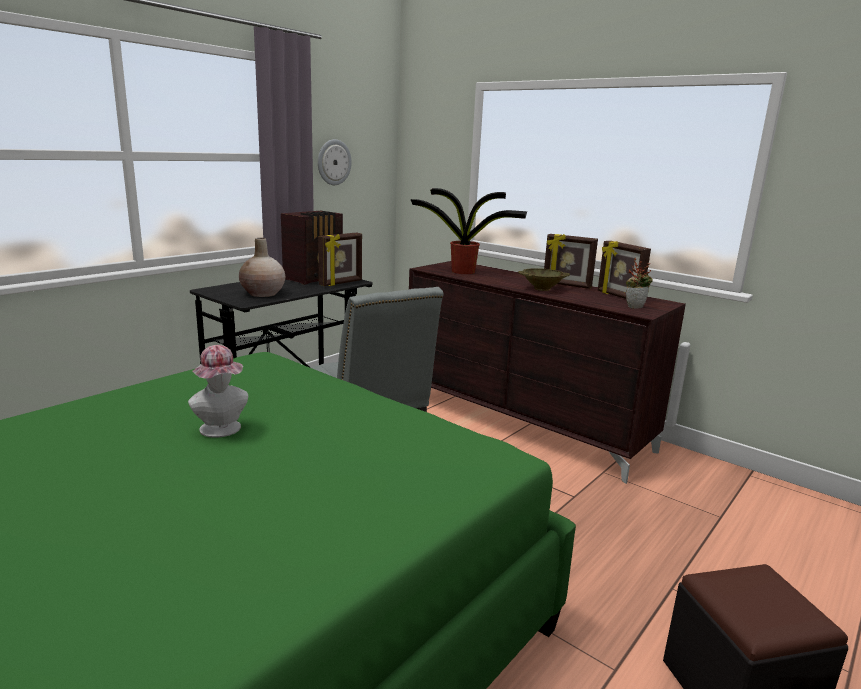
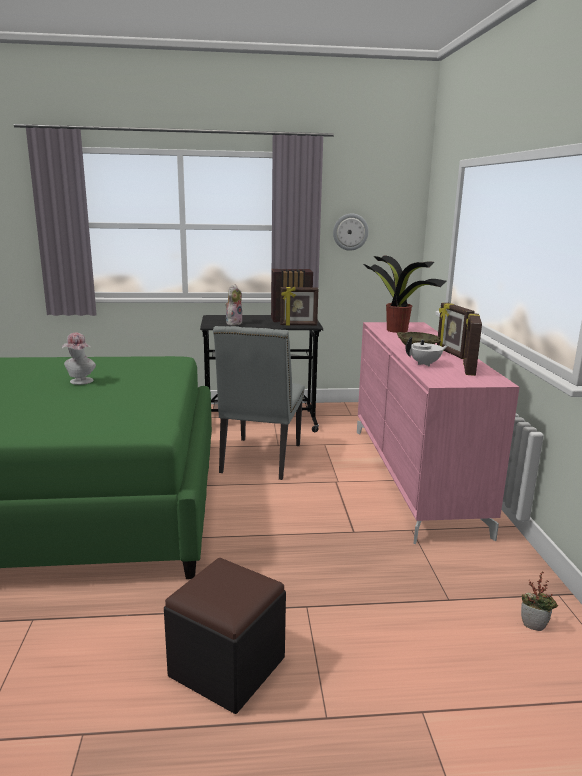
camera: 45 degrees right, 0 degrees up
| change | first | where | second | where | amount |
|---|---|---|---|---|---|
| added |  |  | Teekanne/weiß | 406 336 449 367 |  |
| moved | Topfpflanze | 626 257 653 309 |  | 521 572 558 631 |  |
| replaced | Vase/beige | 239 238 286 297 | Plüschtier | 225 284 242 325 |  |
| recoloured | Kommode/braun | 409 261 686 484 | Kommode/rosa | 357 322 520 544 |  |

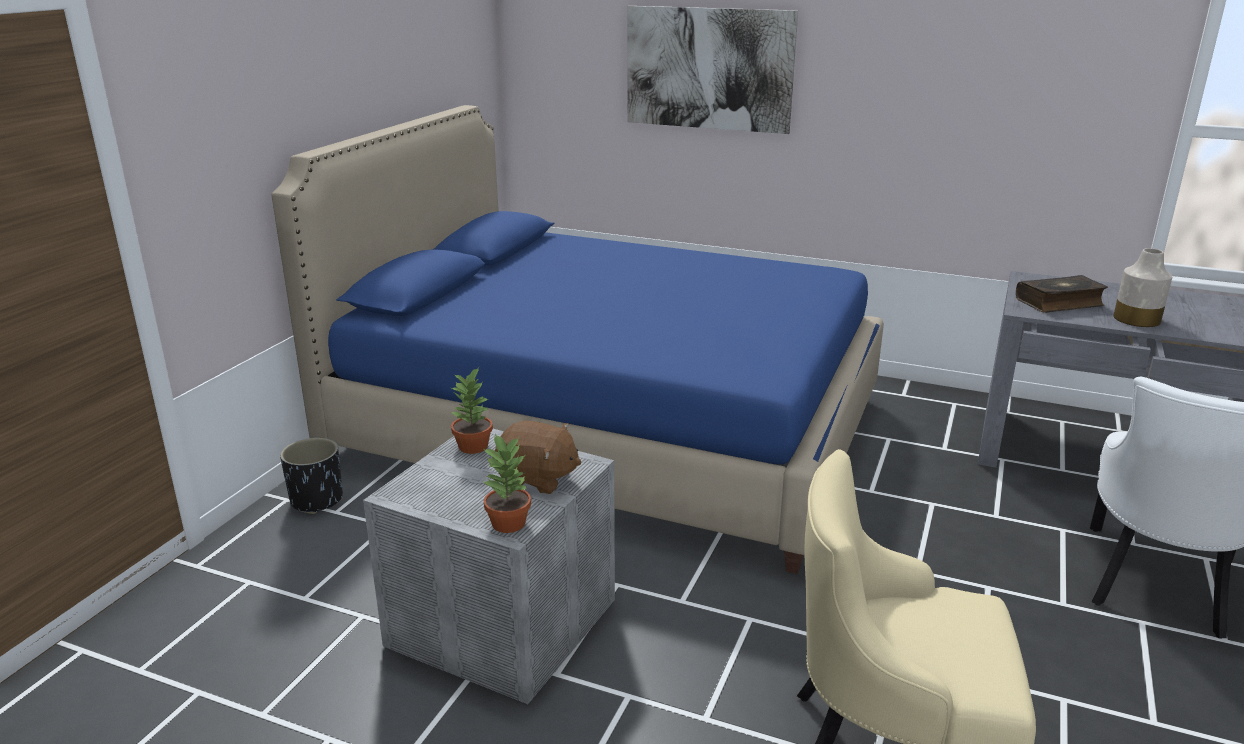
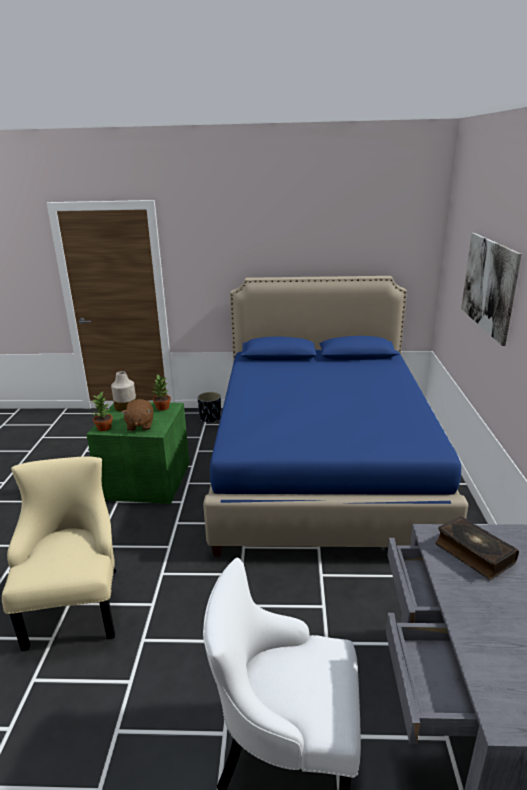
camera: 70 degrees right, 0 degrees up
| change | first | where | second | where | amount |
|---|---|---|---|---|---|
| moved | Vase/beige | 1113 248 1172 327 |  | 111 371 136 411 |  |
| recoloured | Aufbewahrungsbox/grau | 363 429 615 704 | Aufbewahrungsbox/grün | 86 402 189 504 |  |

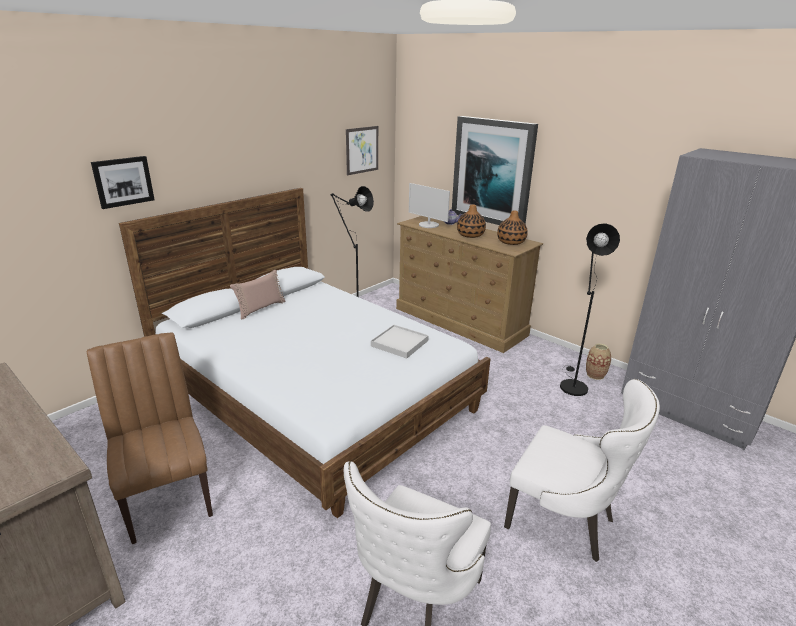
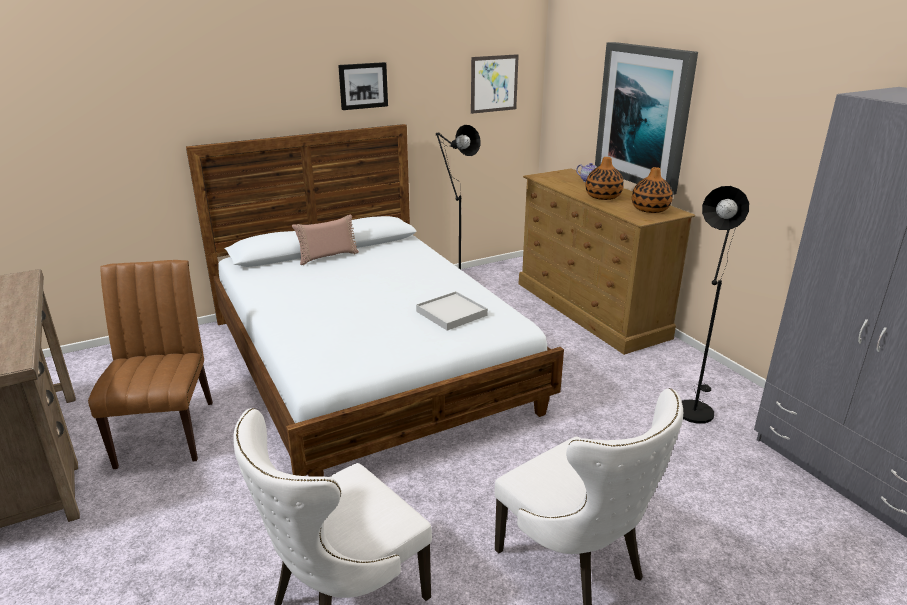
camera: 20 degrees right, 0 degrees up
| change | first | where | second | where | amount |
|---|---|---|---|---|---|
| removed | Monitor | 409 183 450 228 |  |  |  |
| removed | Vase | 586 343 611 380 |  |  |  |
| moved | Bild | 91 156 155 209 |  | 338 62 388 110 |  |

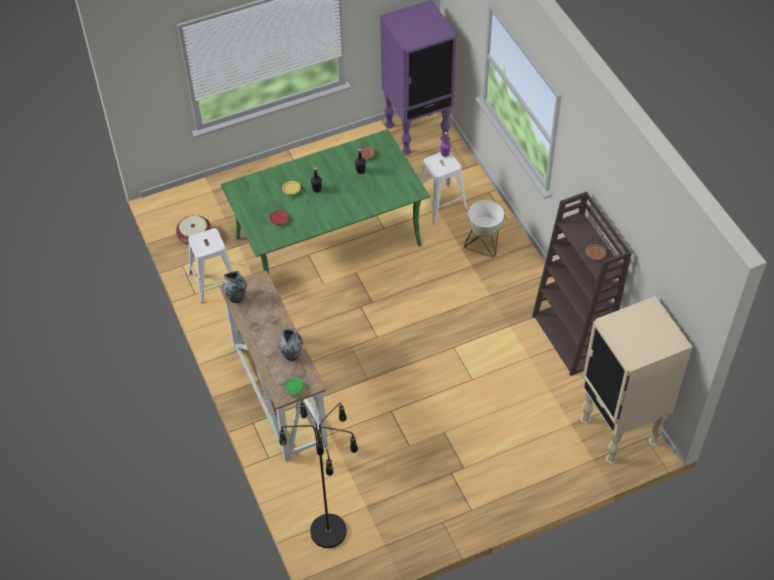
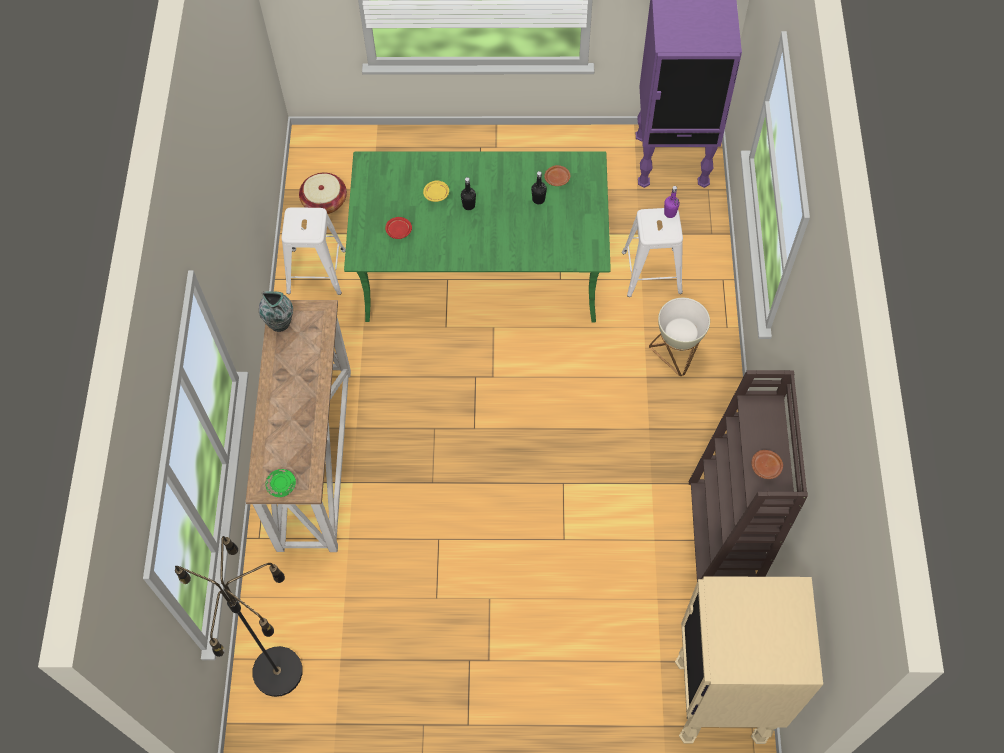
camera: 25 degrees right, 10 degrees up
| change | first | where | second | where | amount |
|---|---|---|---|---|---|
| removed | Vase | 278 328 303 361 |  |  |  |

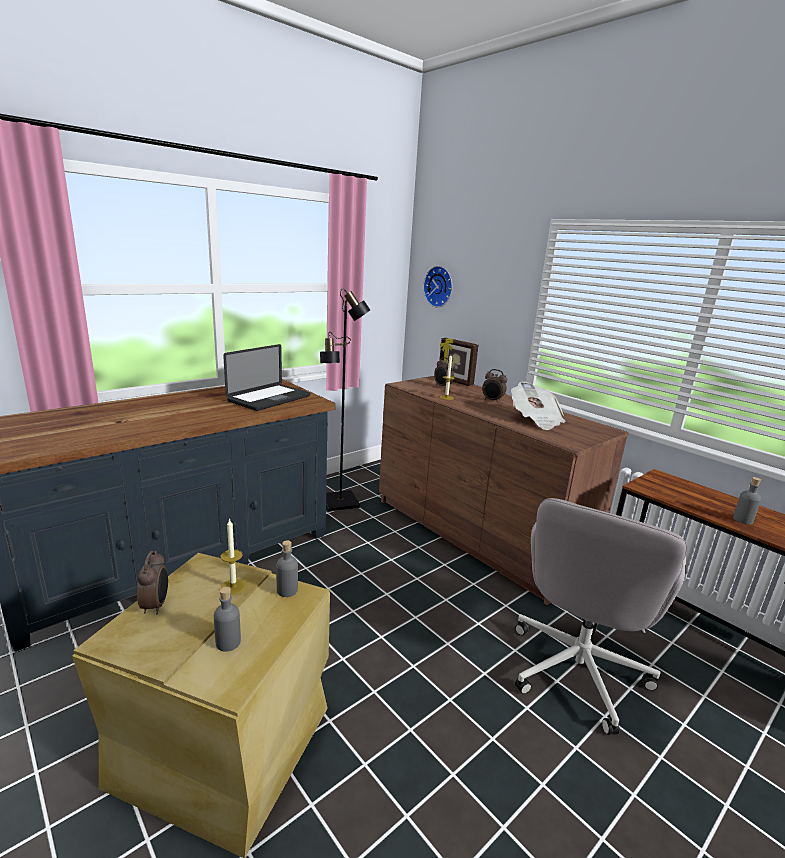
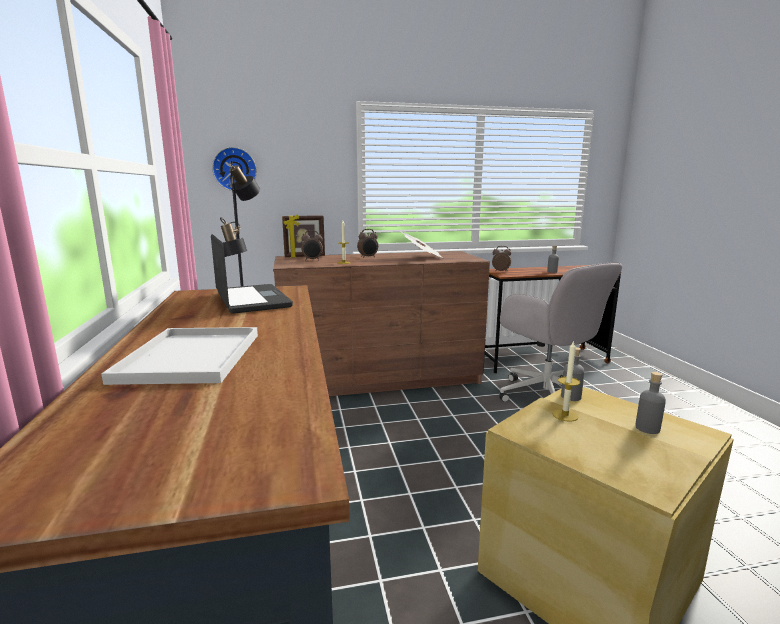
camera: 60 degrees left, 5 degrees down
| change | first | where | second | where | amount |
|---|---|---|---|---|---|
| added |  |  | Tablett/weiß | 101 327 258 385 |  |
| moved | Wecker | 137 551 168 614 |  | 492 246 511 272 |  |

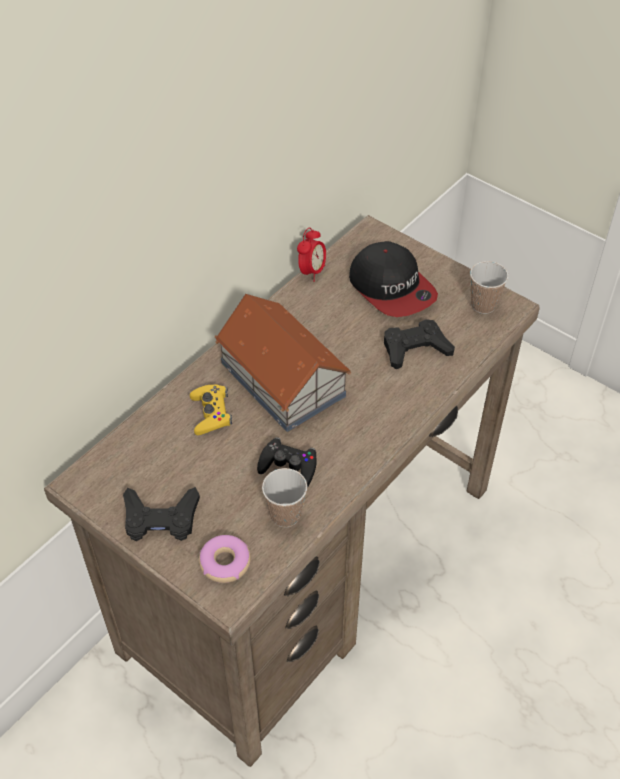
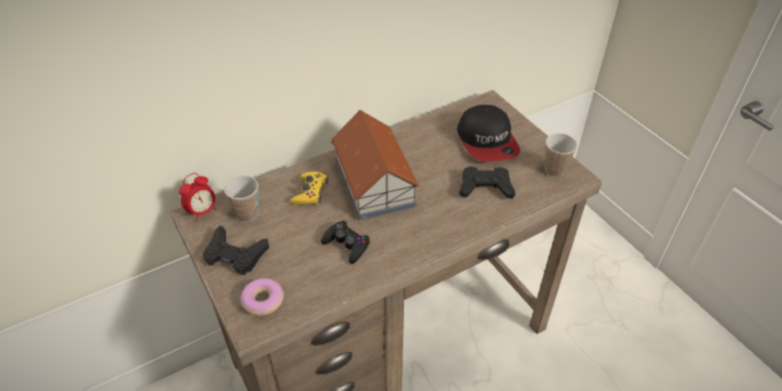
camera: 20 degrees right, 5 degrees down
| change | first | where | second | where | amount |
|---|---|---|---|---|---|
| moved | Tasse | 262 468 307 527 |  | 224 176 259 222 |  |
| moved | Wecker | 297 227 326 282 |  | 179 173 217 221 |  |

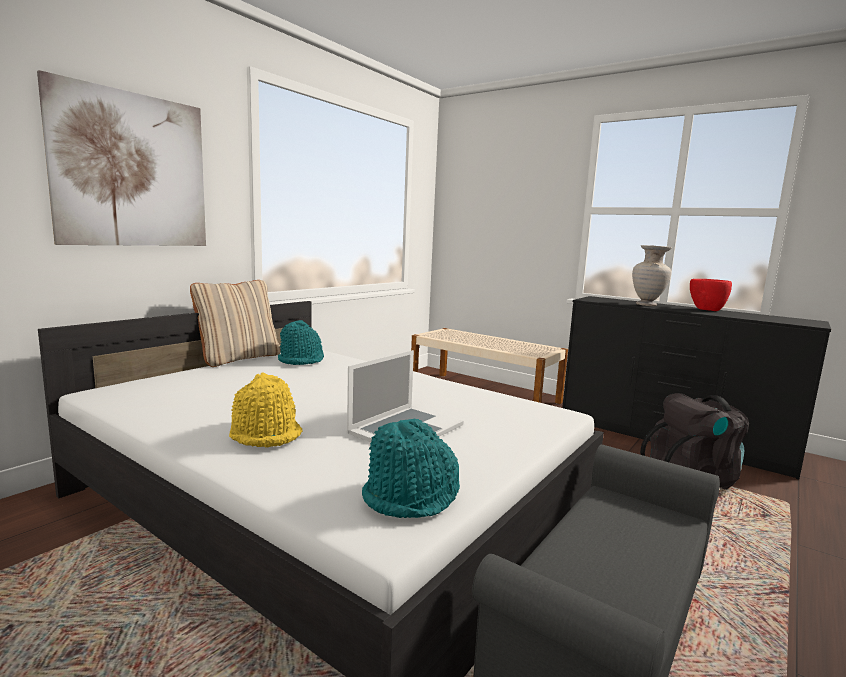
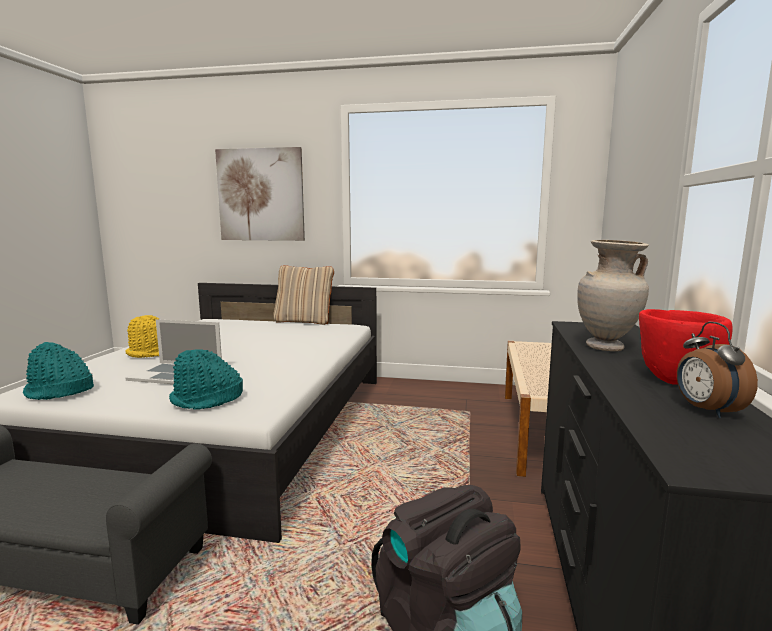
camera: 65 degrees right, 0 degrees up
| change | first | where | second | where | amount |
|---|---|---|---|---|---|
| added |  |  | Wecker | 677 322 758 418 |  |
| moved | Hut/türkis | 278 320 324 365 |  | 169 349 243 409 |  |

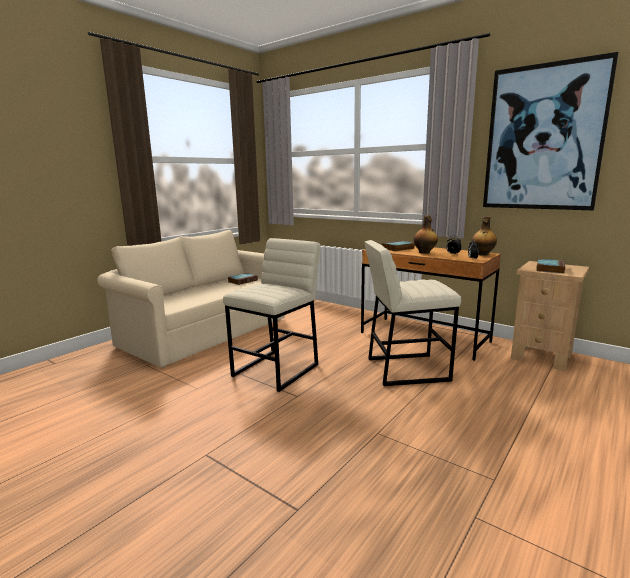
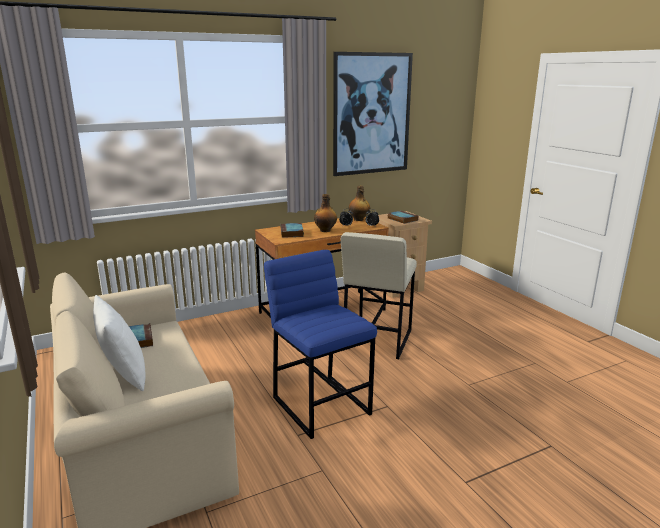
camera: 65 degrees left, 5 degrees up
| change | first | where | second | where | amount |
|---|---|---|---|---|---|
| added |  |  | Kissen/weiß | 93 295 145 391 |  |
| recoloured | Stuhl/beige | 223 238 320 392 | Stuhl/blau | 264 250 377 439 |  |

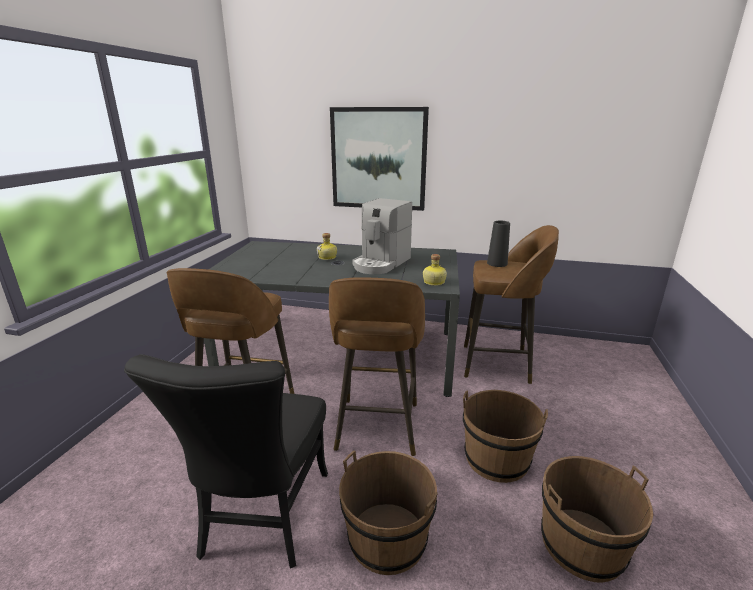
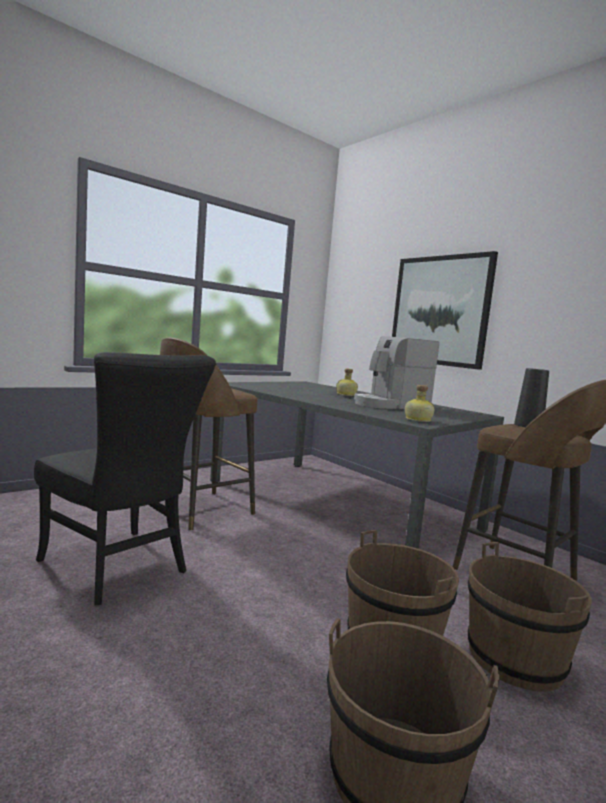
camera: 35 degrees right, 15 degrees down
| change | first | where | second | where | amount |
|---|---|---|---|---|---|
| removed | Hocker/braun | 329 277 425 456 |  |  |  |
| moved | Eimer/braun | 339 450 438 575 |  | 468 542 591 692 |  |
| turned | Stuhl/schwarz | 124 354 328 568 |  | 34 352 216 606 | 90 degrees counterclockwise |

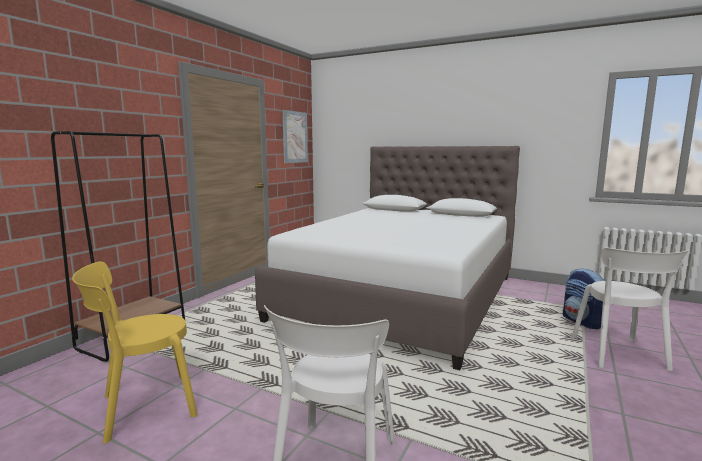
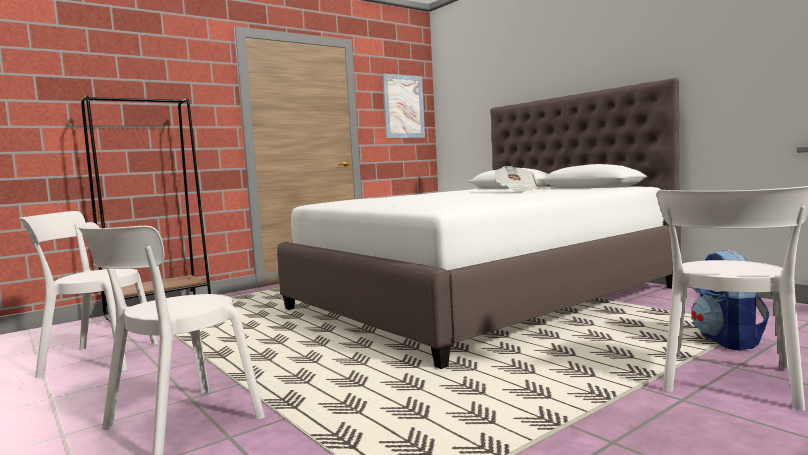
camera: 25 degrees right, 5 degrees down
| change | first | where | second | where | amount |
|---|---|---|---|---|---|
| added |  |  | Zeitung | 494 166 538 192 |  |
| recoloured | Stuhl/gelb | 72 261 198 444 | Stuhl/weiß | 19 211 158 378 |  |

